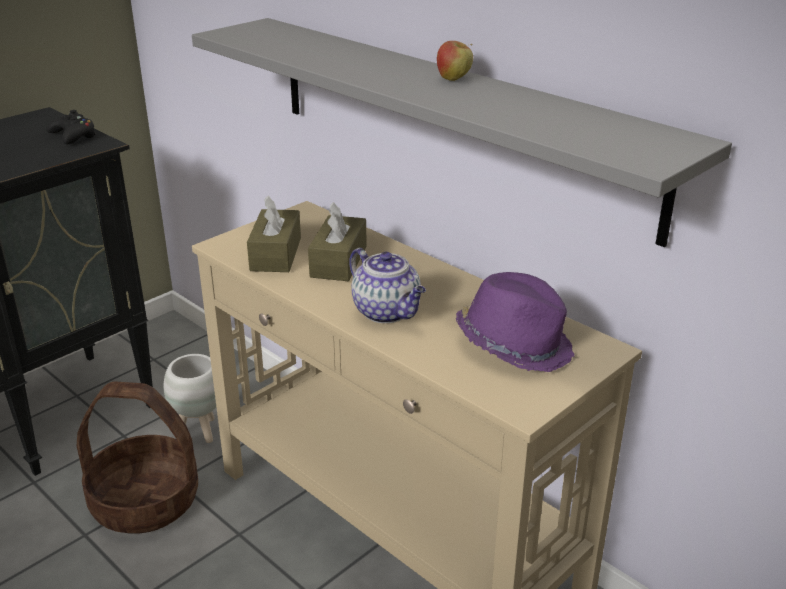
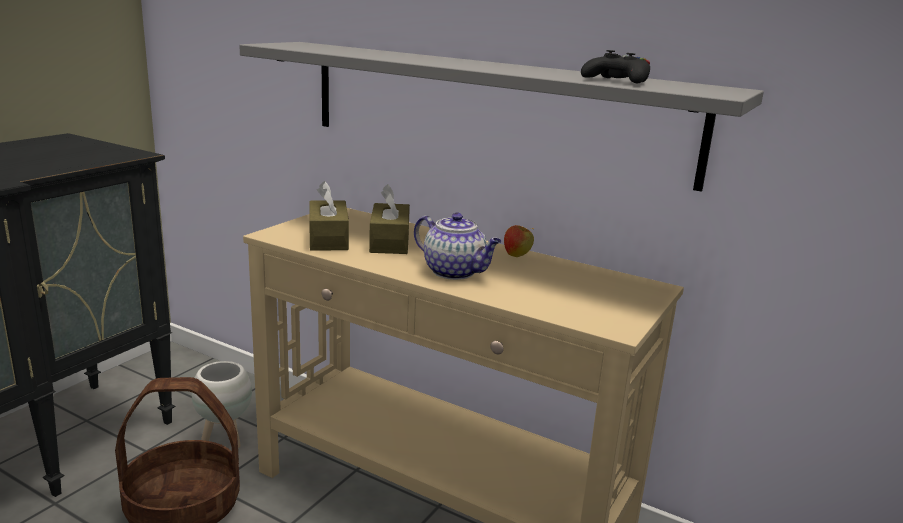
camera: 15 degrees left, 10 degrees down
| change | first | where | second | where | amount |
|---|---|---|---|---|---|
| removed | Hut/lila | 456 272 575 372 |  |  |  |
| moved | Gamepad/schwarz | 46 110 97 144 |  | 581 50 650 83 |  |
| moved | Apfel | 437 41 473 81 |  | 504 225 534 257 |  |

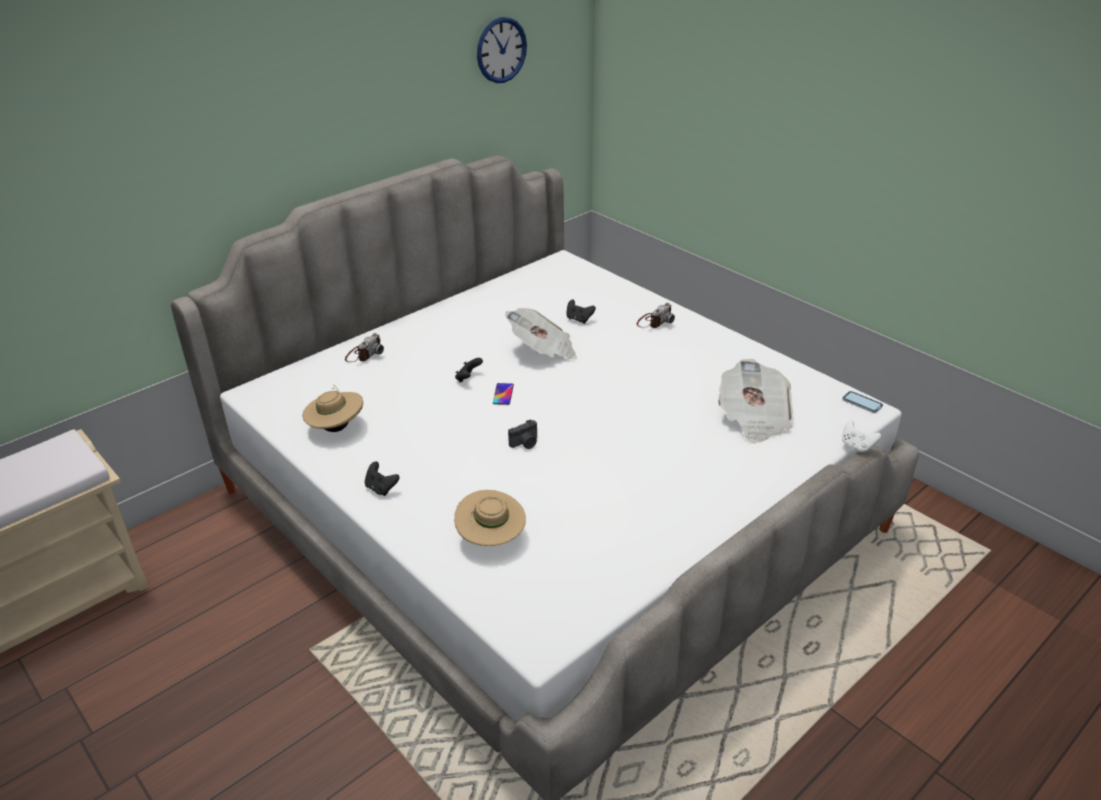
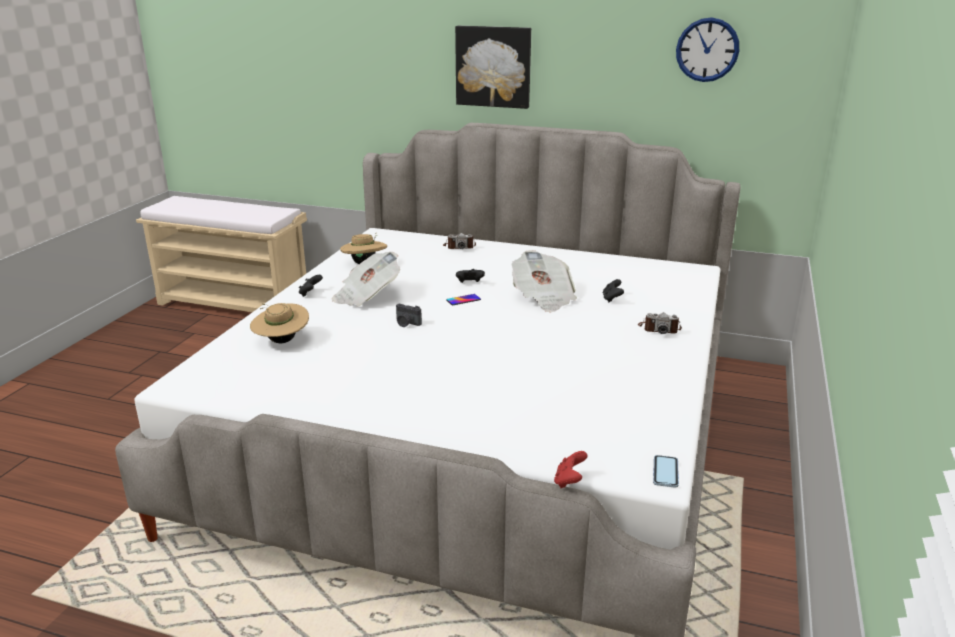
camera: 60 degrees right, 10 degrees down
| change | first | where | second | where | amount |
|---|---|---|---|---|---|
| added |  |  | Bild | 455 26 531 109 |  |
| moved | Zeitung | 718 359 793 444 |  | 332 252 400 307 |  |
| recoloured | Gamepad/weiß | 842 420 881 453 | Gamepad/rot | 554 451 588 488 |  |

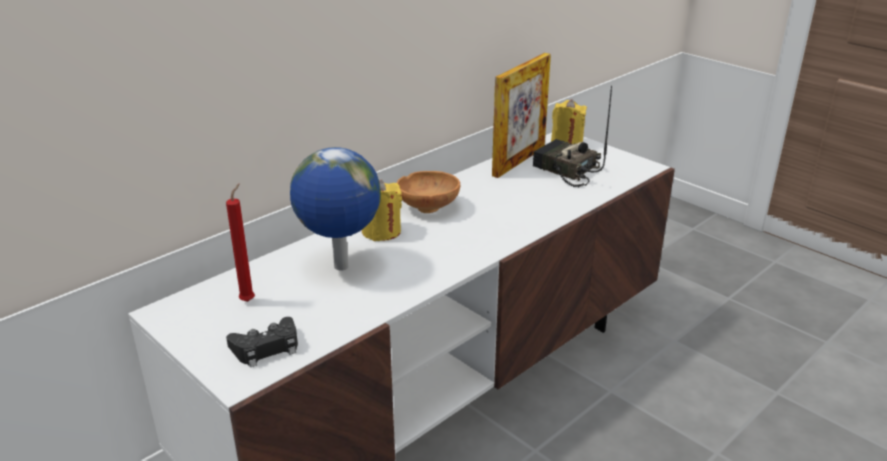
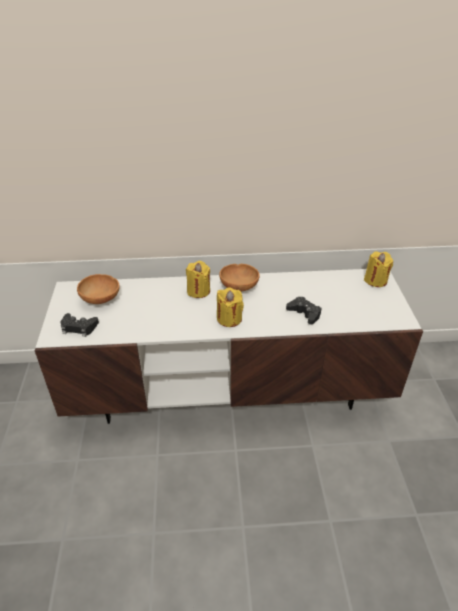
camera: 40 degrees right, 10 degrees up
| change | first | where | second | where | amount |
|---|---|---|---|---|---|
| removed | Globus | 290 147 381 271 |  |  |  |
| removed | Bilderrahmen | 492 53 551 178 |  |  |  |
| removed | Radio | 533 86 612 187 |  |  |  |
| added |  |  | Kerze/gelb | 217 287 244 327 |  |
| added |  |  | Gamepad/schwarz | 286 297 321 324 |  |
| replaced | Kerze/rot | 226 184 255 302 | Schüssel/braun | 77 274 120 304 |  |

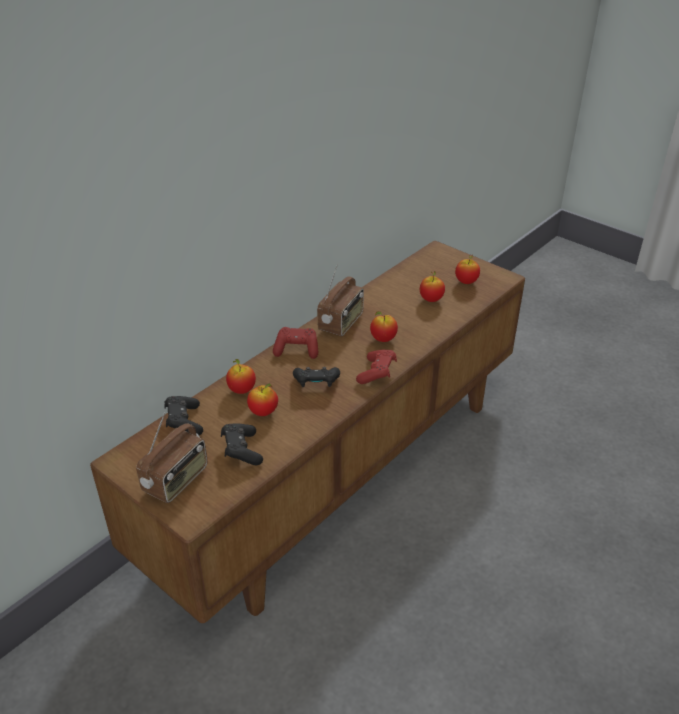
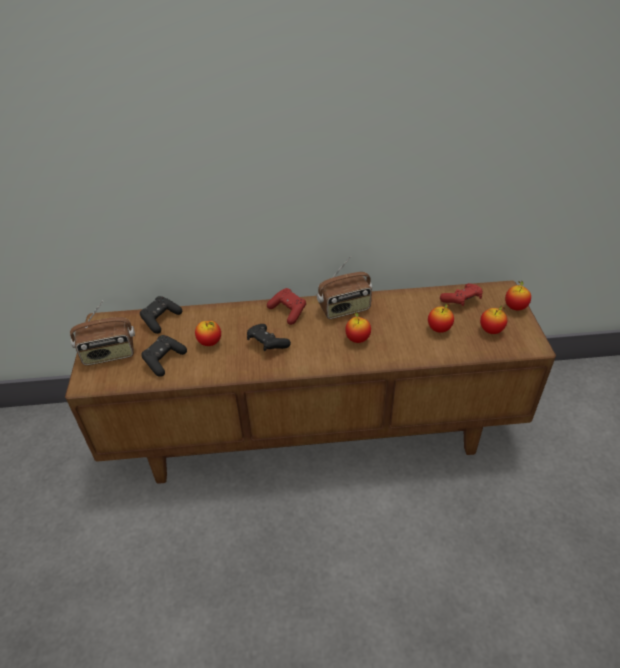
camera: 45 degrees right, 5 degrees up
| change | first | where | second | where | amount |
|---|---|---|---|---|---|
| moved | Apfel | 226 359 256 394 |  | 505 281 531 310 |  |
| moved | Gamepad/rot | 356 350 397 384 |  | 440 283 483 306 |  |

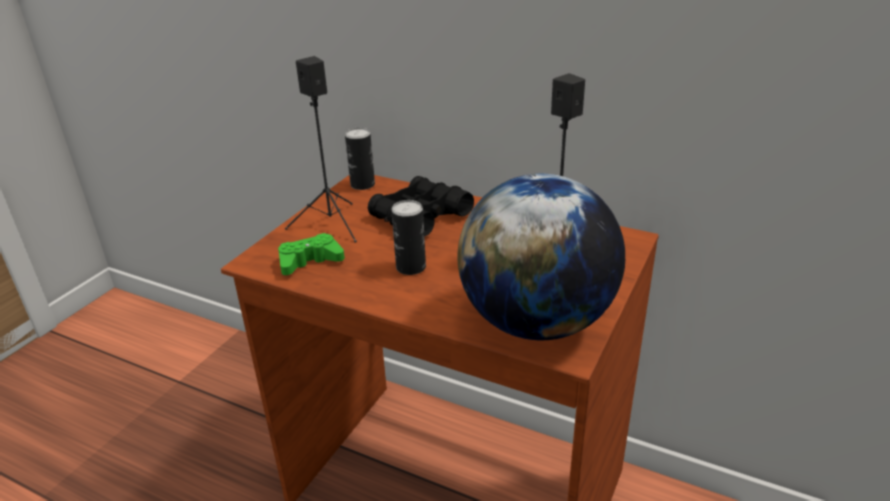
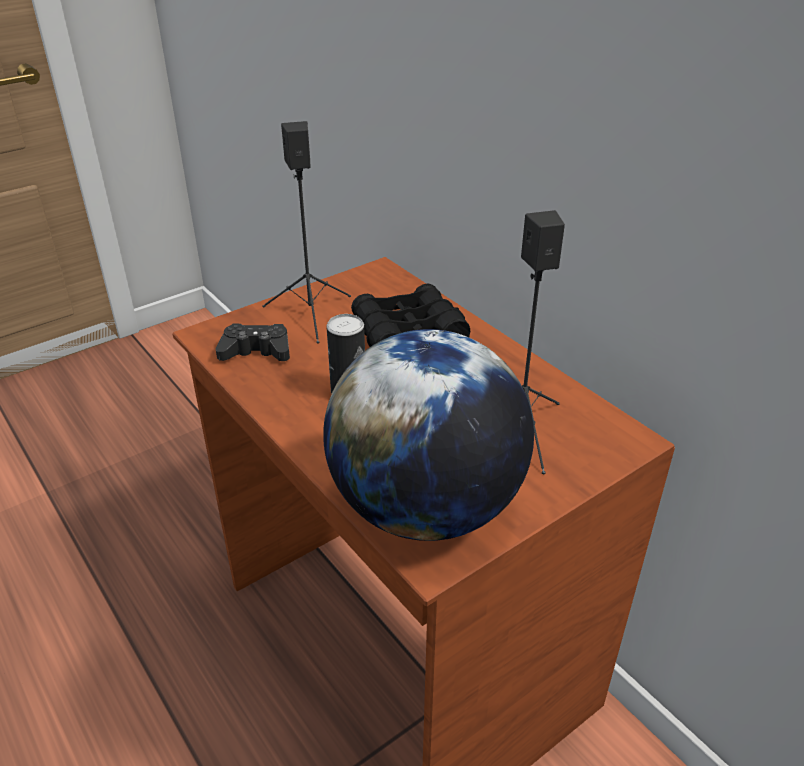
camera: 25 degrees right, 5 degrees up
| change | first | where | second | where | amount |
|---|---|---|---|---|---|
| removed | Dose | 345 128 375 190 |  |  |  |
| recoloured | Gamepad/grün | 278 233 345 275 | Gamepad/schwarz | 215 324 290 361 |  |

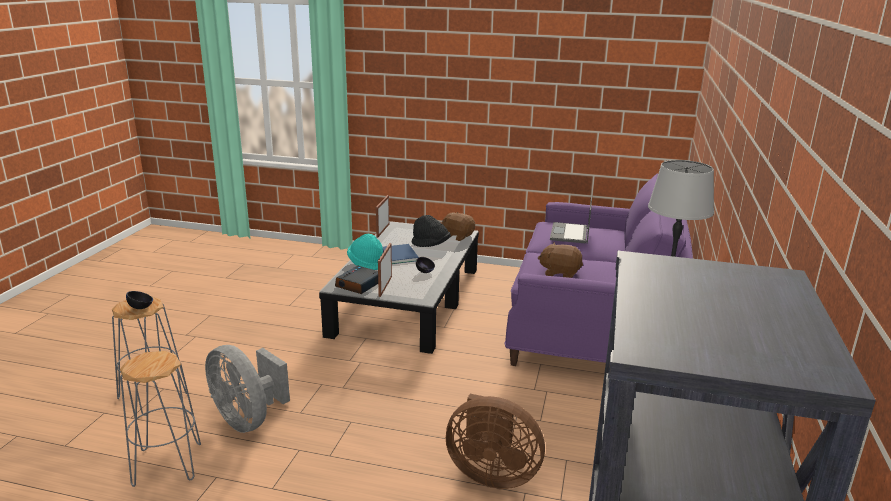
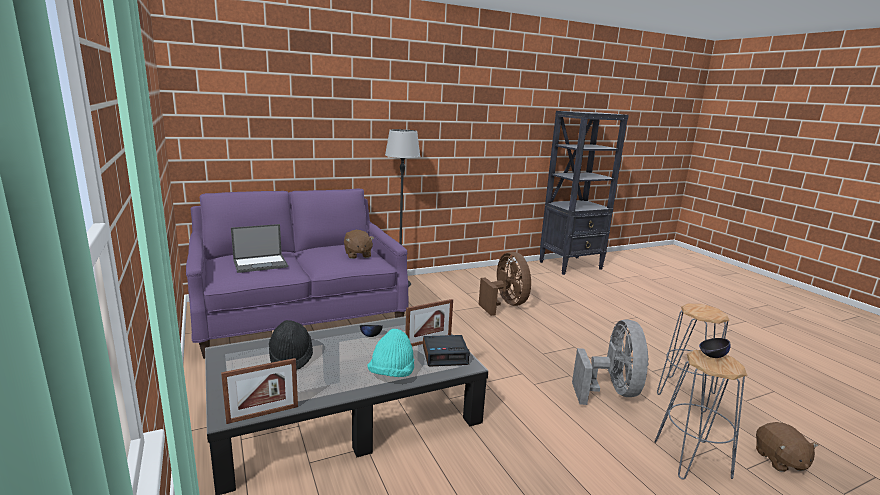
camera: 130 degrees left, 5 degrees down
| change | first | where | second | where | amount |
|---|---|---|---|---|---|
| removed | Buch/blau | 382 244 419 264 |  |  |  |
| moved | Plüschtier/braun | 442 212 475 241 |  | 756 422 819 472 |  |

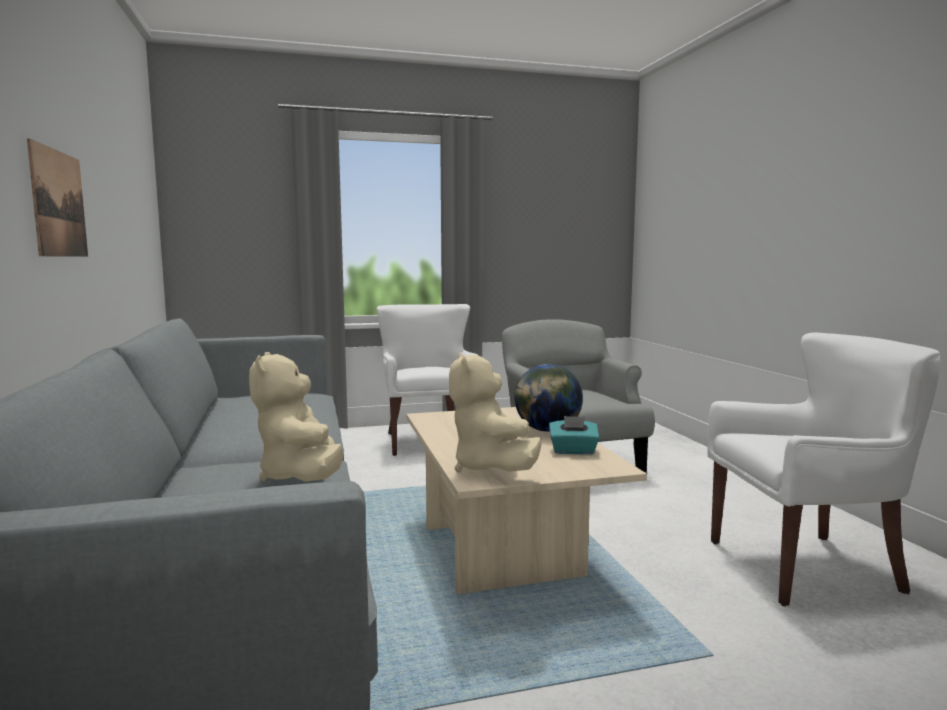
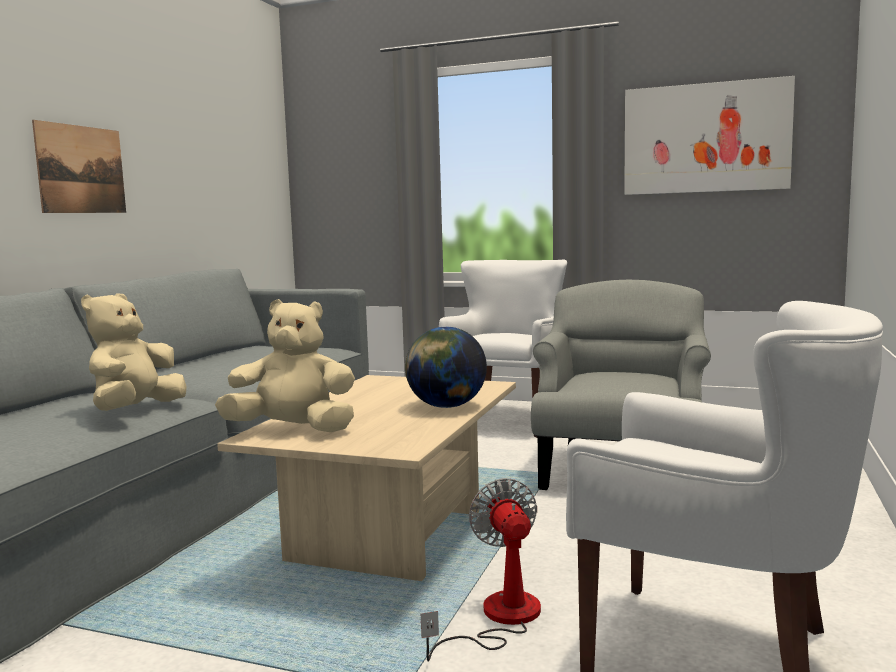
camera: 35 degrees right, 0 degrees up
| change | first | where | second | where | amount |
|---|---|---|---|---|---|
| removed | Taschentuchbox/türkis | 549 416 599 455 |  |  |  |
| added |  |  | Ventilator | 421 478 541 662 |  |
| added |  |  | Bild | 624 76 795 195 |  |
| turned | Plüschtier/beige | 449 353 542 473 |  | 215 299 355 432 | 75 degrees clockwise |

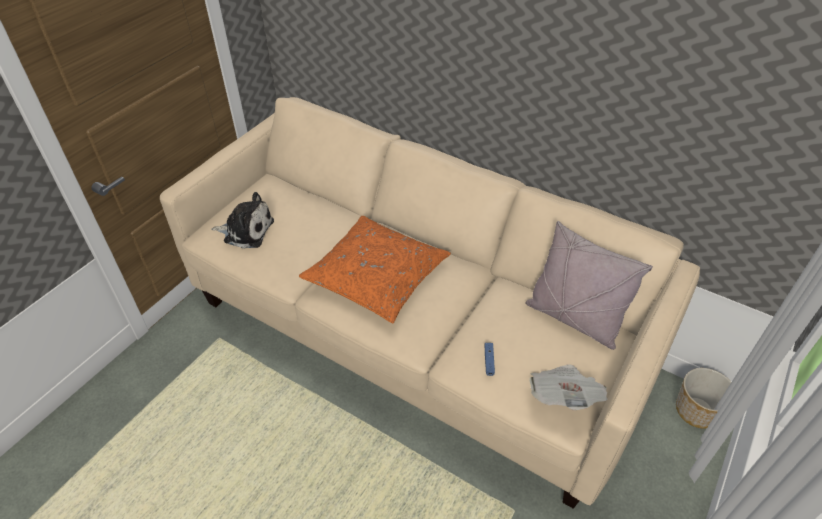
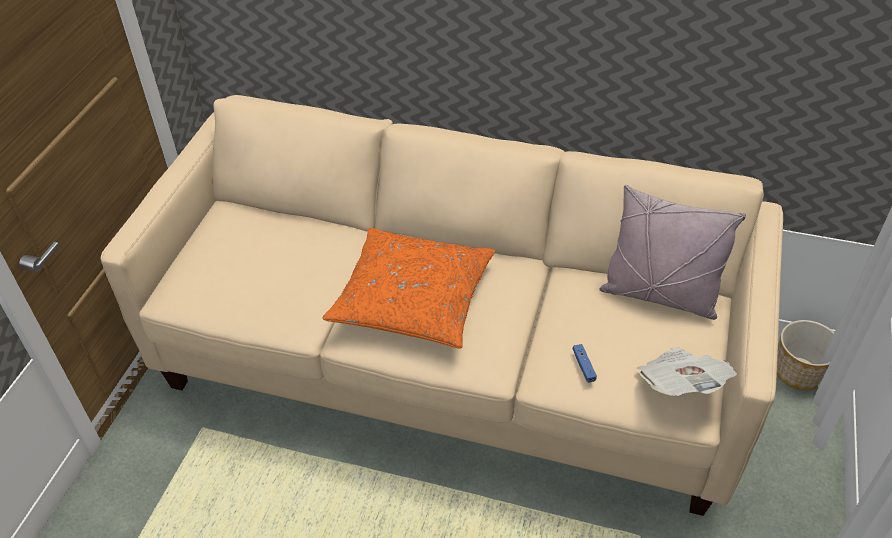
camera: 15 degrees left, 0 degrees up
| change | first | where | second | where | amount |
|---|---|---|---|---|---|
| removed | Plüschtier | 211 192 274 248 |  |  |  |

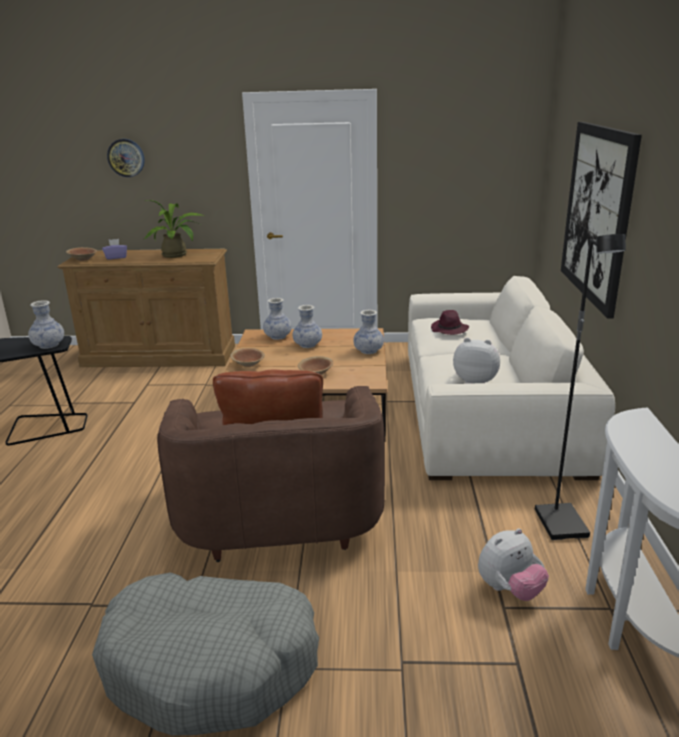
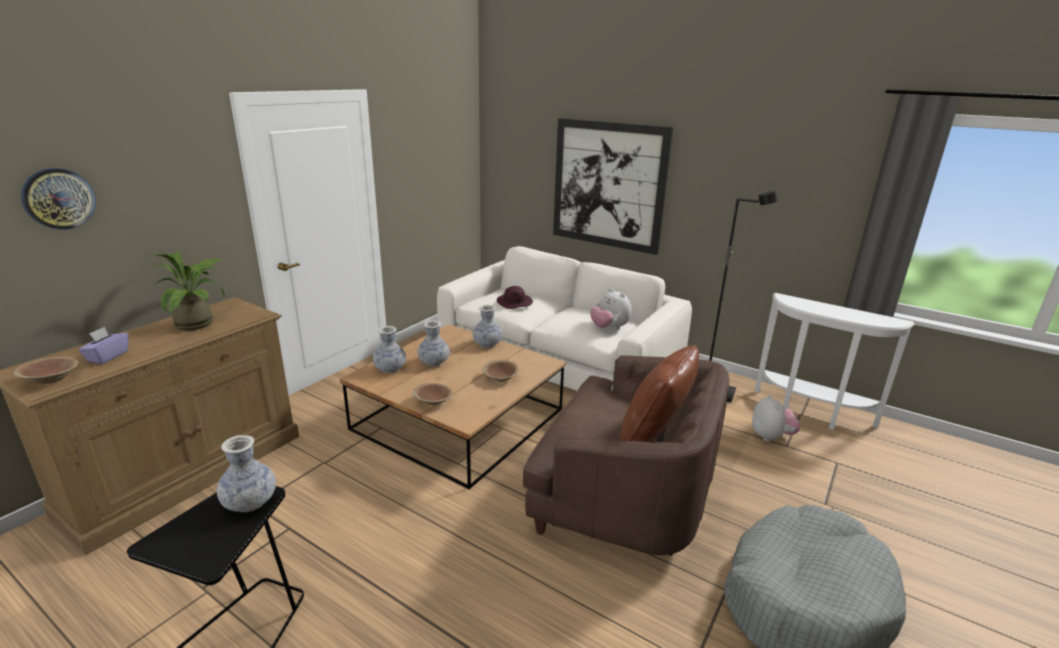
camera: 60 degrees left, 0 degrees up
| change | first | where | second | where | amount |
|---|---|---|---|---|---|
| turned | Plüschtier | 453 338 500 383 |  | 590 288 632 329 | 90 degrees counterclockwise |

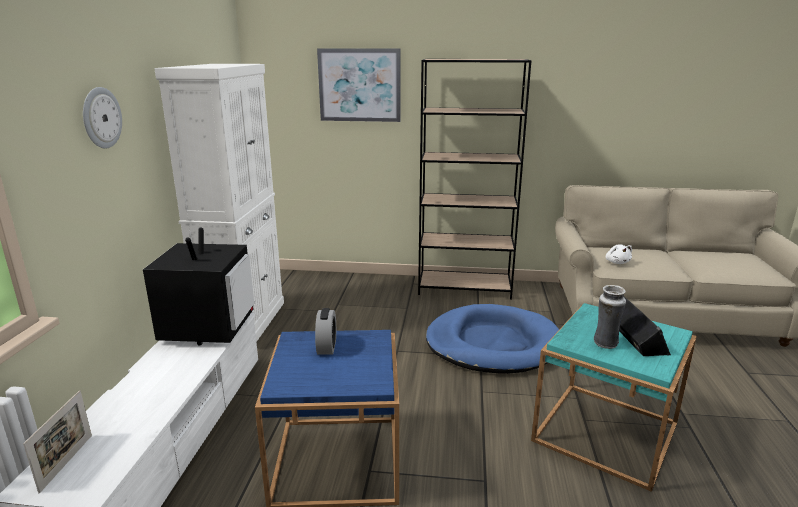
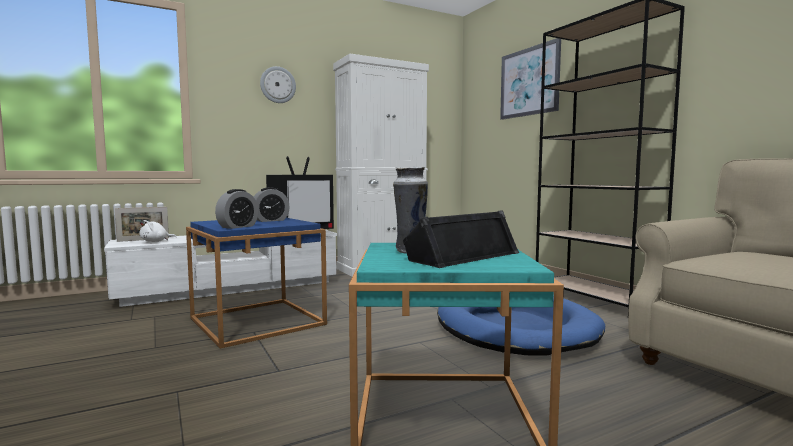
camera: 55 degrees right, 15 degrees down
| change | first | where | second | where | amount |
|---|---|---|---|---|---|
| added |  |  | Wecker | 215 189 259 229 |  |
| moved | Plüschtier/weiß | 606 244 632 264 |  | 139 220 177 242 |  |

